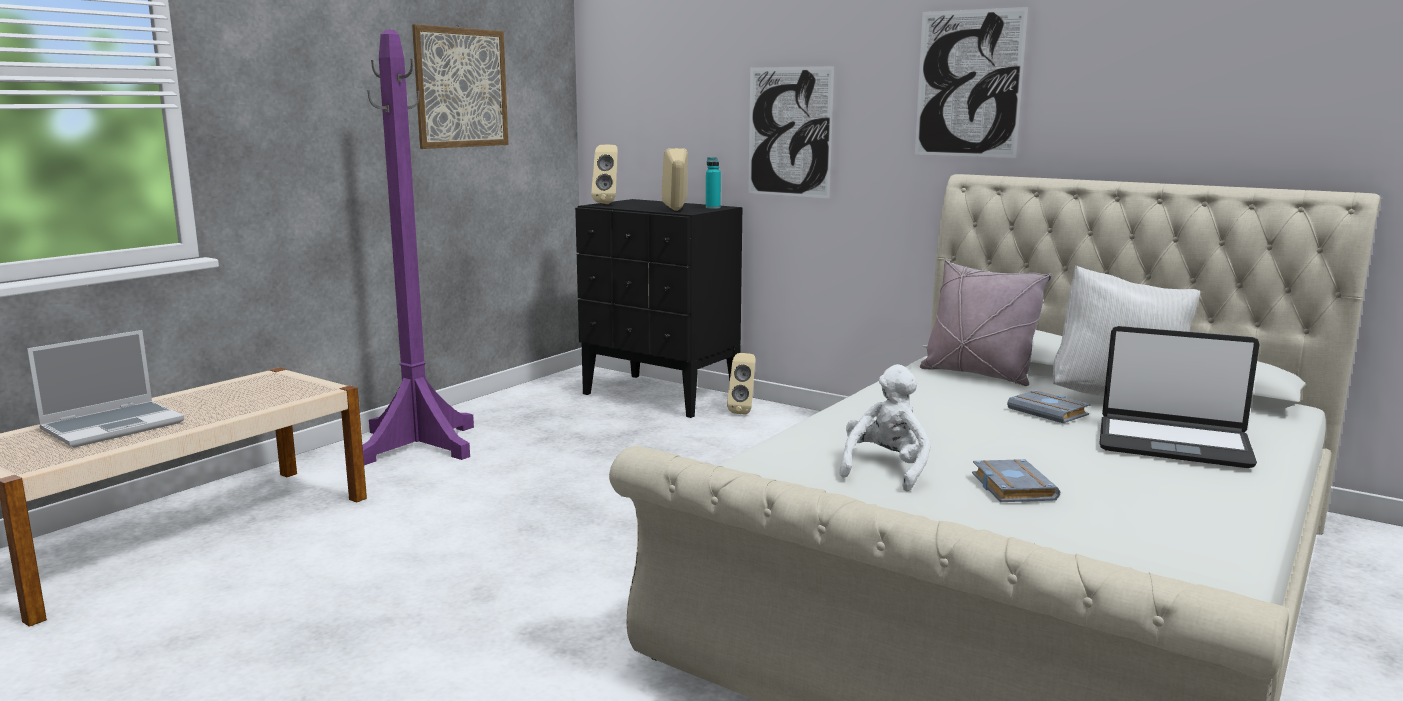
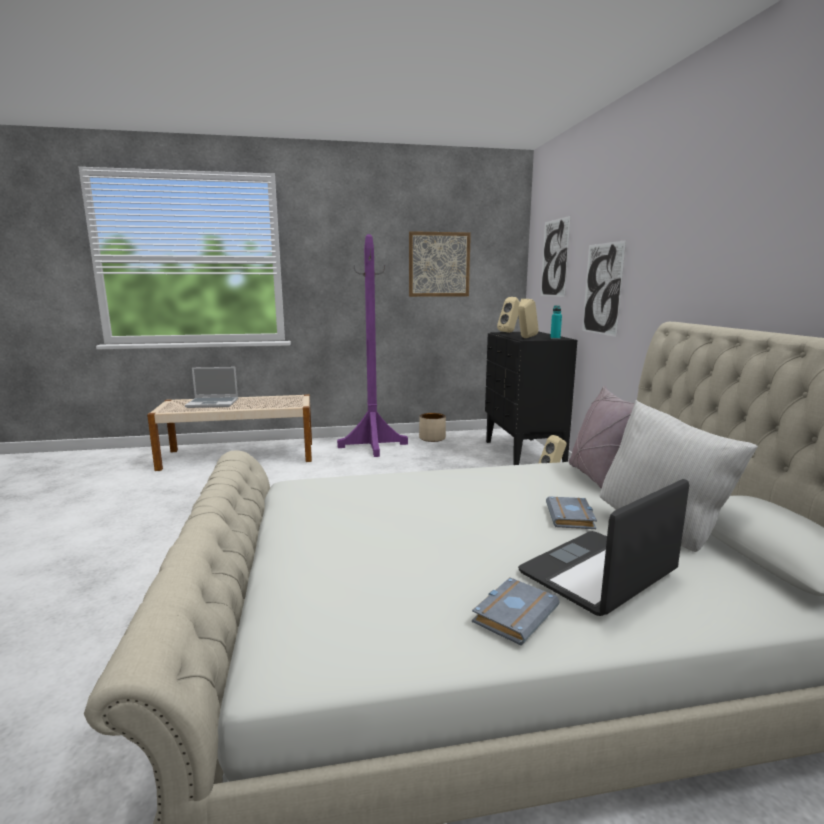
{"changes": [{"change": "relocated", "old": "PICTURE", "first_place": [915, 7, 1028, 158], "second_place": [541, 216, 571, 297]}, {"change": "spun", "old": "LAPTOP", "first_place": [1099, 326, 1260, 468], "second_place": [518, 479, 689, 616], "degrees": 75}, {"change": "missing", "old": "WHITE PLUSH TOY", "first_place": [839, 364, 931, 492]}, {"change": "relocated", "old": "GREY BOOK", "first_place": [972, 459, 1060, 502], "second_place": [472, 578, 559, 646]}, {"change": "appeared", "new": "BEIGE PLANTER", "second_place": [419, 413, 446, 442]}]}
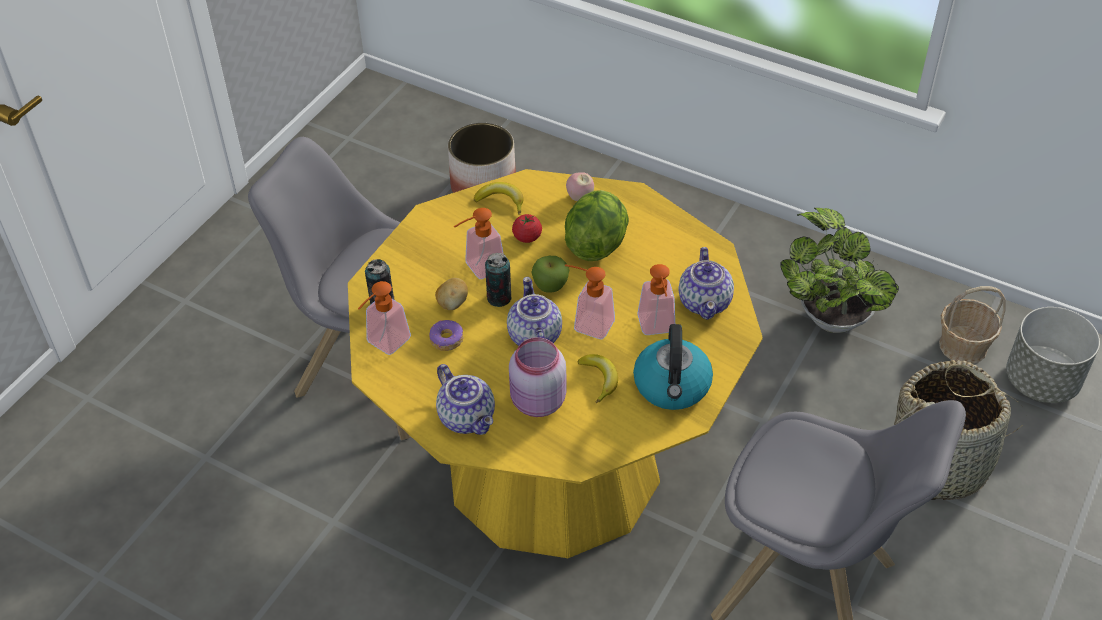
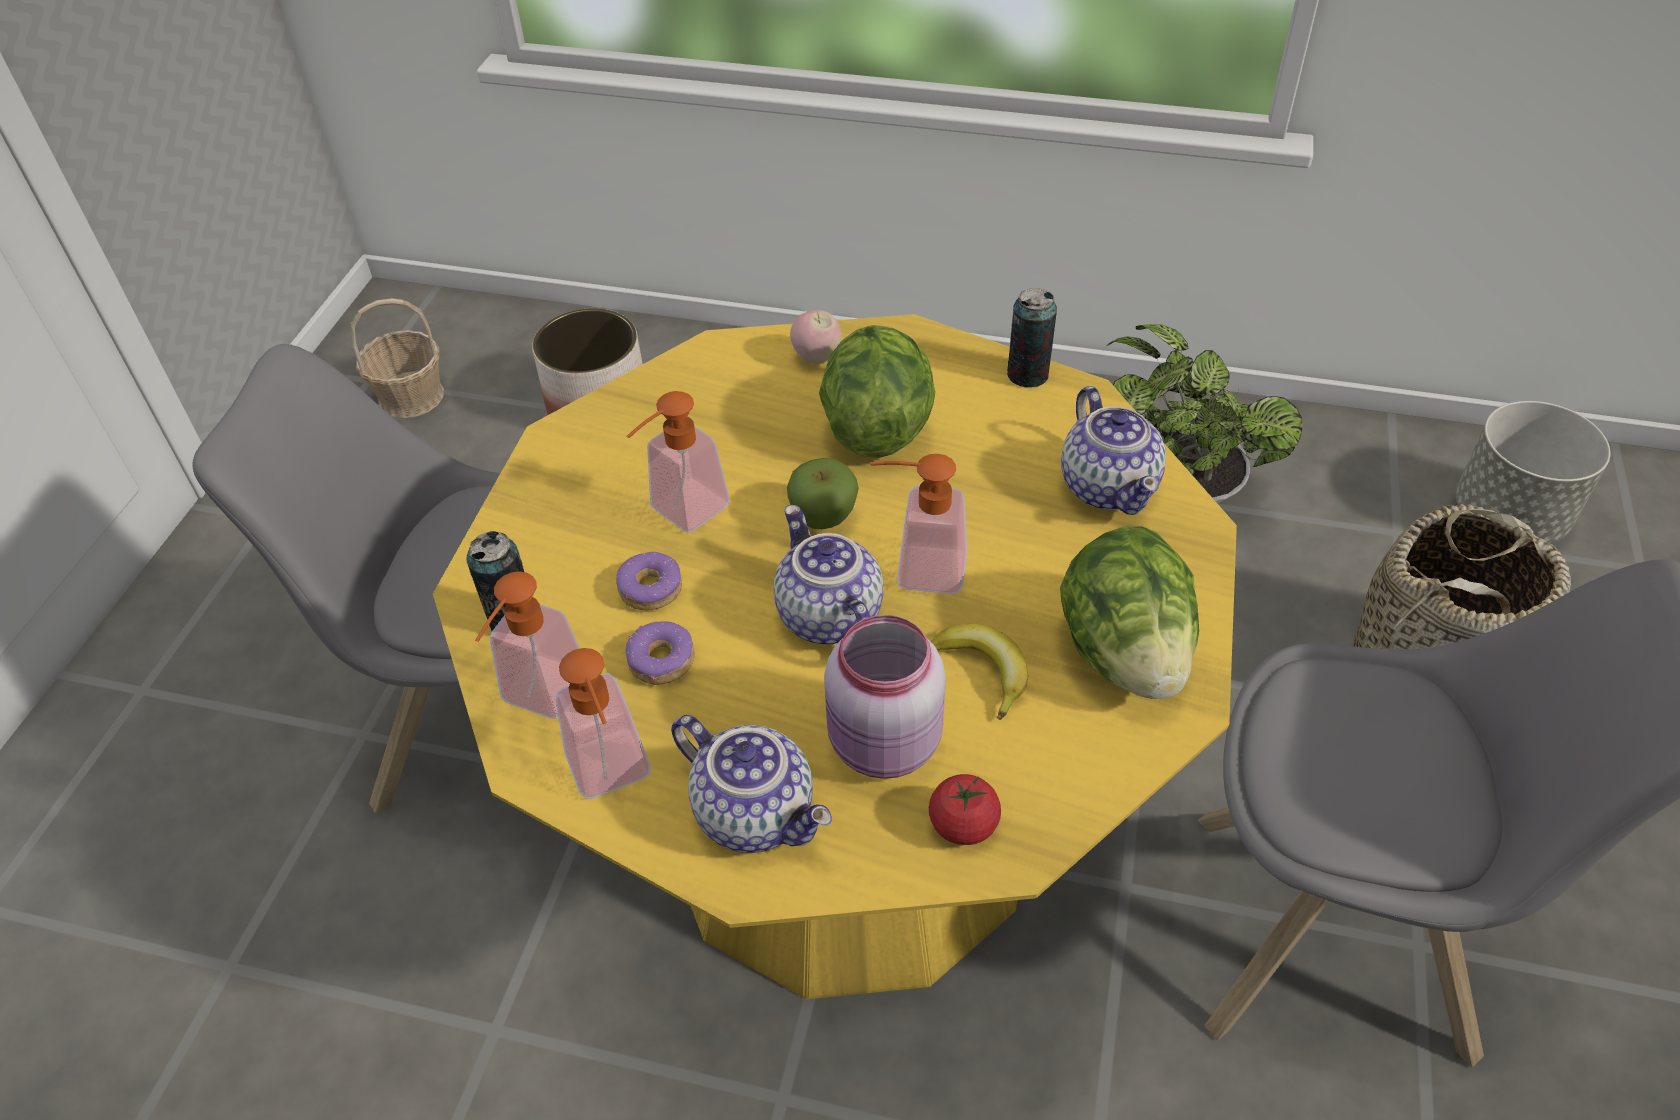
{"changes": [{"change": "missing", "old": "BANANA", "first_place": [474, 182, 524, 215]}, {"change": "relocated", "old": "TOMATO", "first_place": [512, 214, 542, 243], "second_place": [929, 774, 1001, 845]}, {"change": "relocated", "old": "CAN", "first_place": [485, 253, 511, 307], "second_place": [1007, 288, 1057, 387]}, {"change": "relocated", "old": "SOAP DISPENSER", "first_place": [637, 264, 675, 335], "second_place": [556, 648, 650, 799]}, {"change": "exchanged", "old": "POTATO", "new": "DONUT", "first_place": [435, 278, 468, 310], "second_place": [616, 552, 682, 610]}, {"change": "relocated", "old": "BASKET", "first_place": [939, 286, 1006, 364], "second_place": [350, 298, 444, 418]}, {"change": "exchanged", "old": "KETTLE", "new": "LETTUCE", "first_place": [633, 324, 713, 410], "second_place": [1060, 526, 1199, 699]}]}
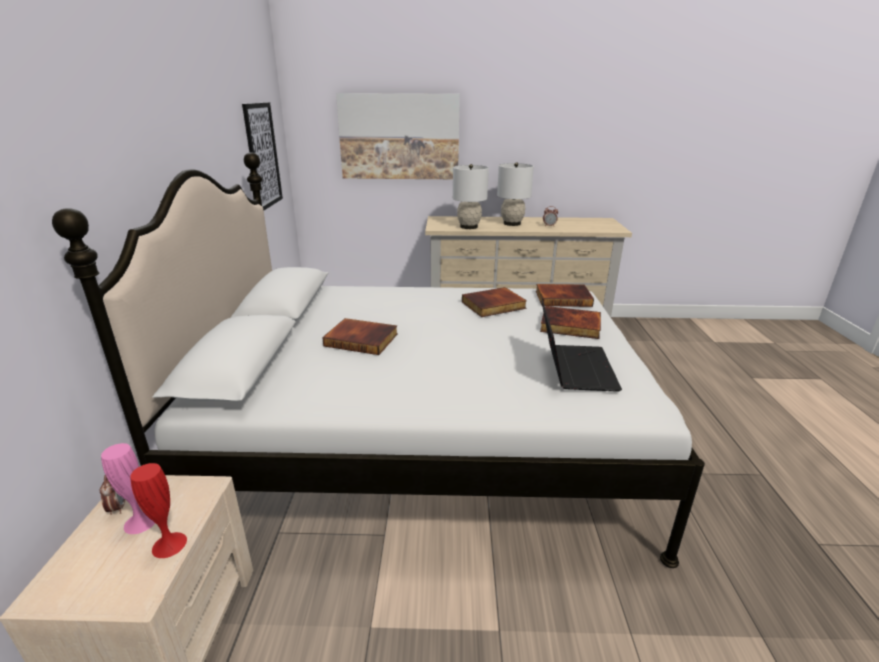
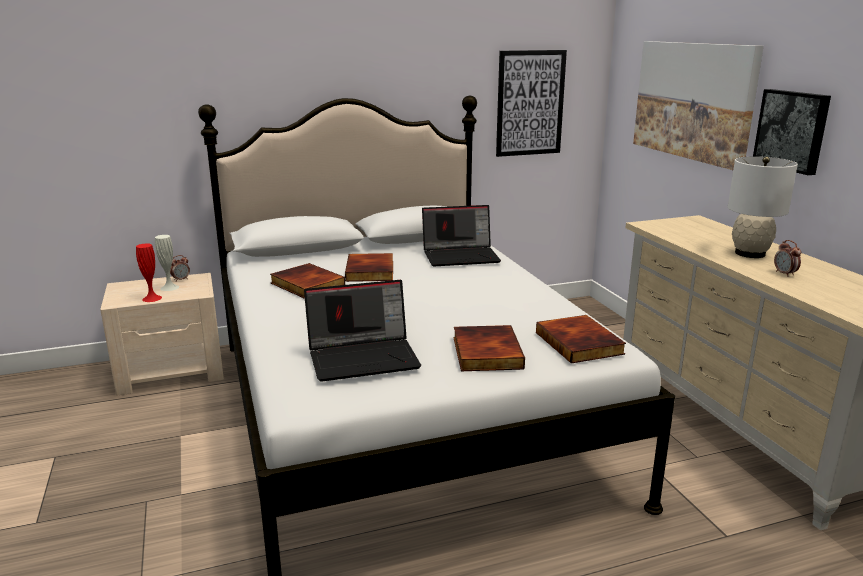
{"changes": [{"change": "missing", "old": "WHITE TABLE LAMP", "first_place": [453, 164, 489, 229]}, {"change": "relocated", "old": "BOOK", "first_place": [462, 287, 527, 317], "second_place": [270, 263, 345, 299]}, {"change": "colour", "old": "PINK VASE", "new": "WHITE VASE", "first_place": [101, 443, 155, 534], "second_place": [155, 235, 179, 291]}, {"change": "appeared", "new": "PICTURE", "second_place": [753, 89, 831, 175]}, {"change": "appeared", "new": "LAPTOP", "second_place": [422, 205, 501, 267]}]}
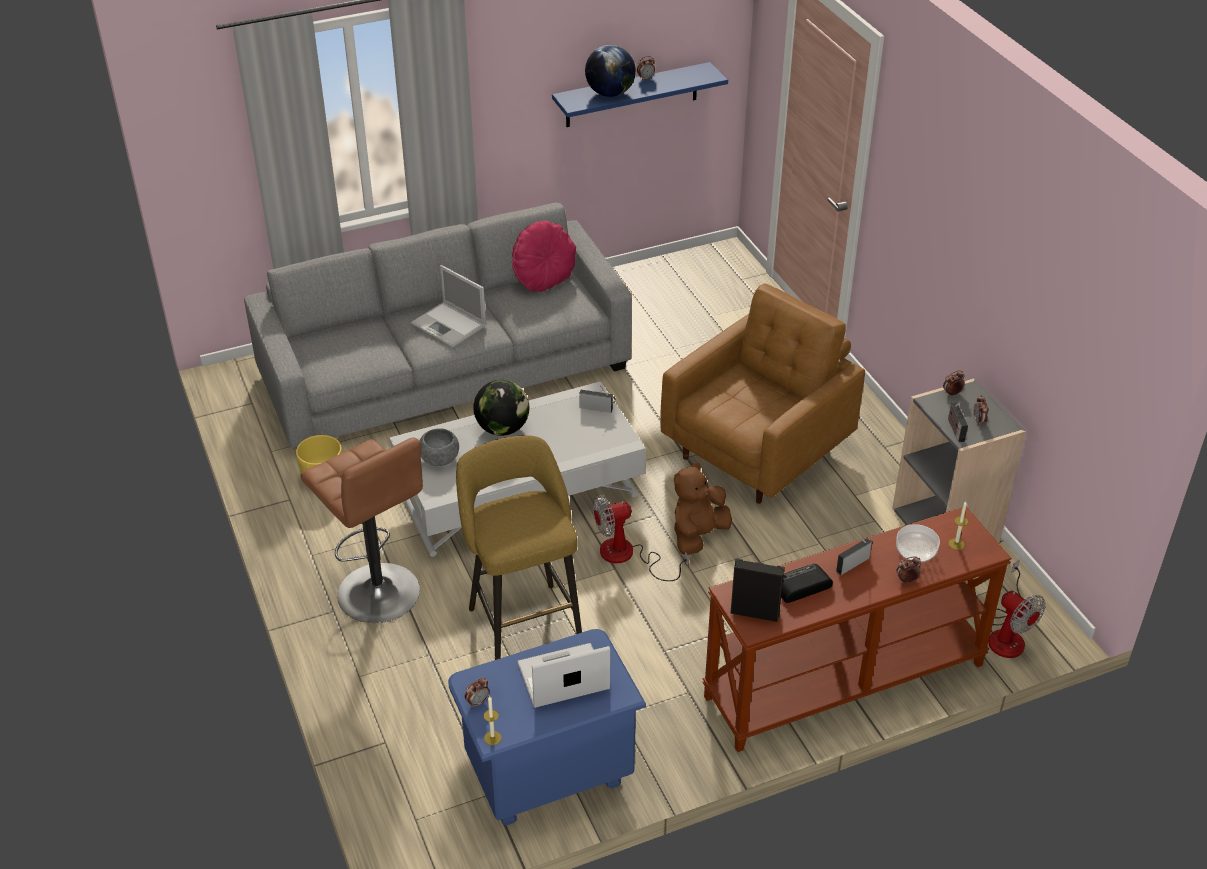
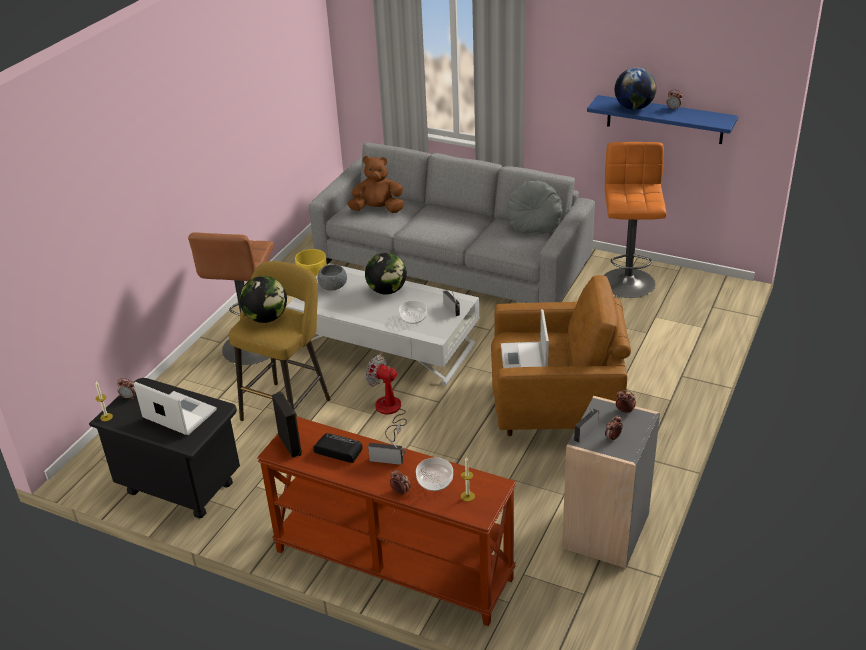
{"changes": [{"change": "colour", "old": "PINK PILLOW", "new": "GREY PILLOW", "first_place": [512, 221, 576, 292], "second_place": [507, 181, 562, 234]}, {"change": "relocated", "old": "LAPTOP", "first_place": [411, 265, 486, 347], "second_place": [501, 309, 549, 368]}, {"change": "relocated", "old": "BROWN PLUSH TOY", "first_place": [674, 462, 732, 555], "second_place": [348, 156, 404, 213]}, {"change": "missing", "old": "FAN", "first_place": [988, 560, 1045, 658]}, {"change": "colour", "old": "BLUE NIGHTSTAND", "new": "BLACK NIGHTSTAND", "first_place": [448, 629, 646, 825], "second_place": [89, 378, 240, 519]}, {"change": "appeared", "new": "ORANGE STOOL", "second_place": [603, 142, 666, 298]}, {"change": "appeared", "new": "GLOBE", "second_place": [240, 276, 287, 323]}, {"change": "appeared", "new": "BOWL", "second_place": [399, 301, 427, 324]}]}
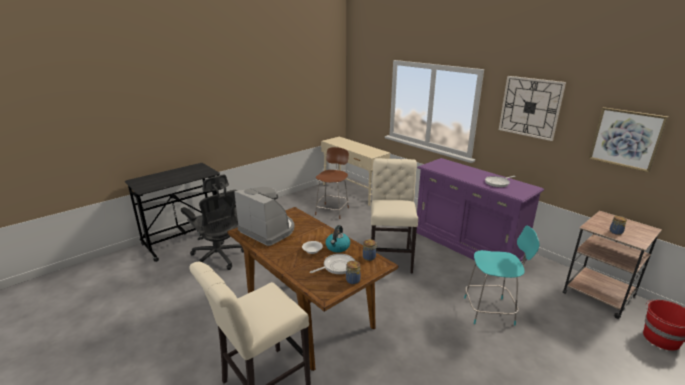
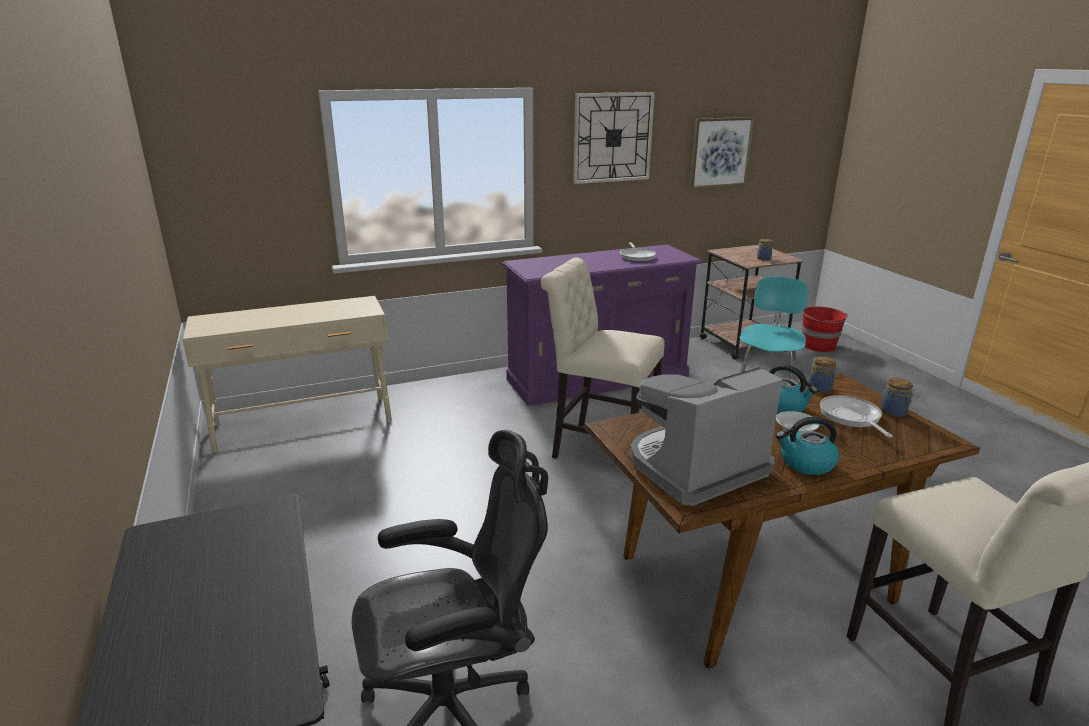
{"changes": [{"change": "missing", "old": "BROWN CHAIR", "first_place": [315, 147, 349, 219]}, {"change": "appeared", "new": "KETTLE", "second_place": [776, 416, 839, 475]}]}
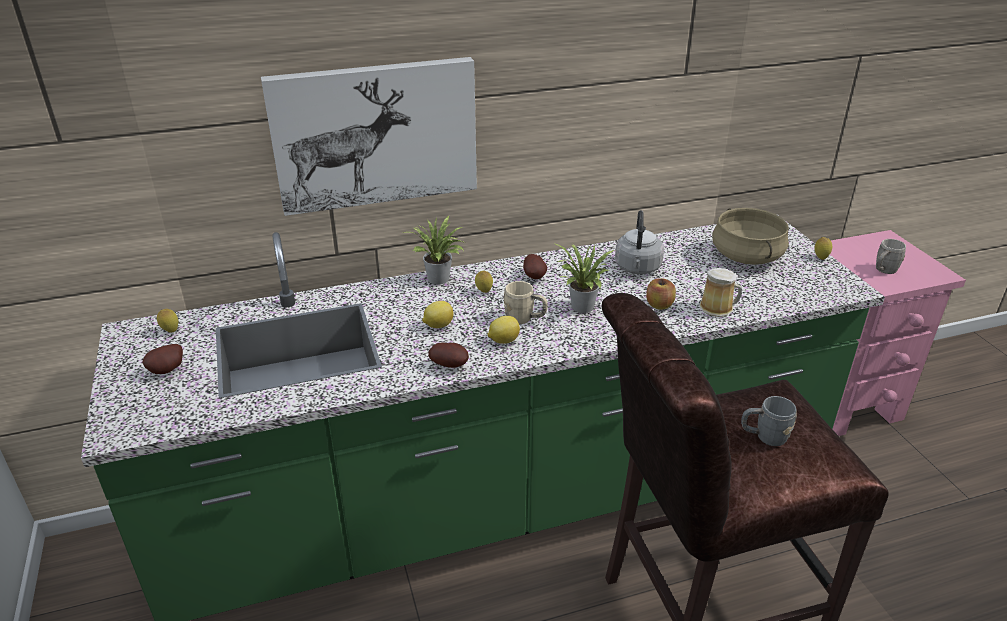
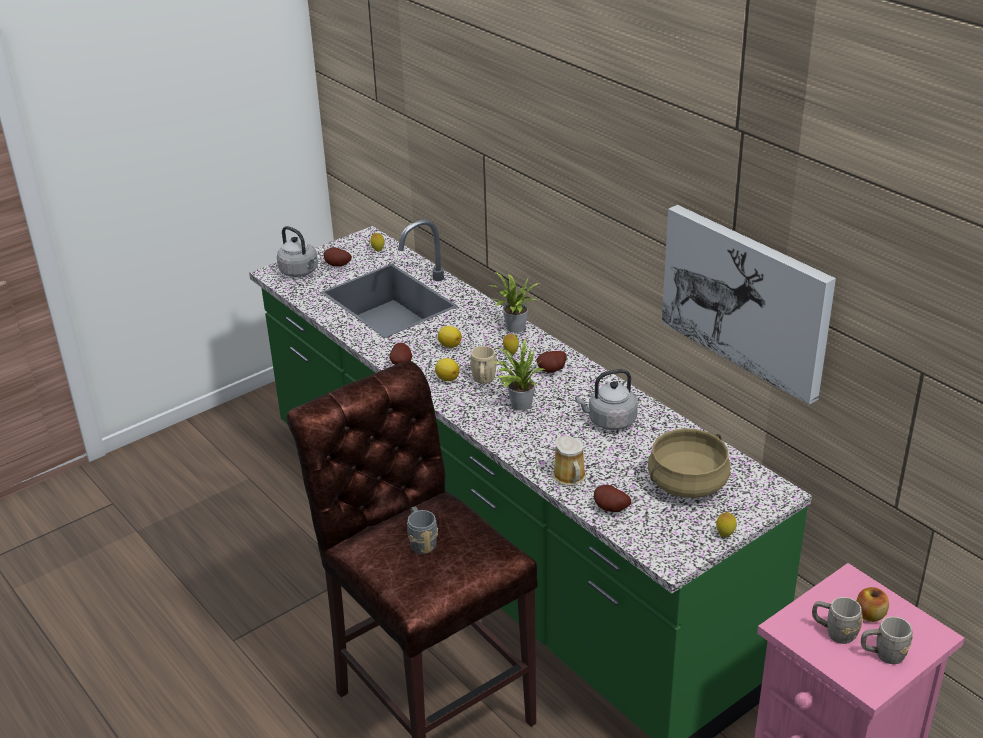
{"changes": [{"change": "relocated", "old": "PICTURE", "first_place": [261, 57, 477, 216], "second_place": [662, 205, 836, 405]}, {"change": "relocated", "old": "APPLE", "first_place": [646, 278, 676, 310], "second_place": [856, 587, 889, 622]}, {"change": "appeared", "new": "GREY KETTLE", "second_place": [277, 226, 318, 277]}, {"change": "appeared", "new": "POTATO", "second_place": [594, 485, 631, 512]}, {"change": "appeared", "new": "GREY MUG", "second_place": [861, 616, 913, 664]}]}
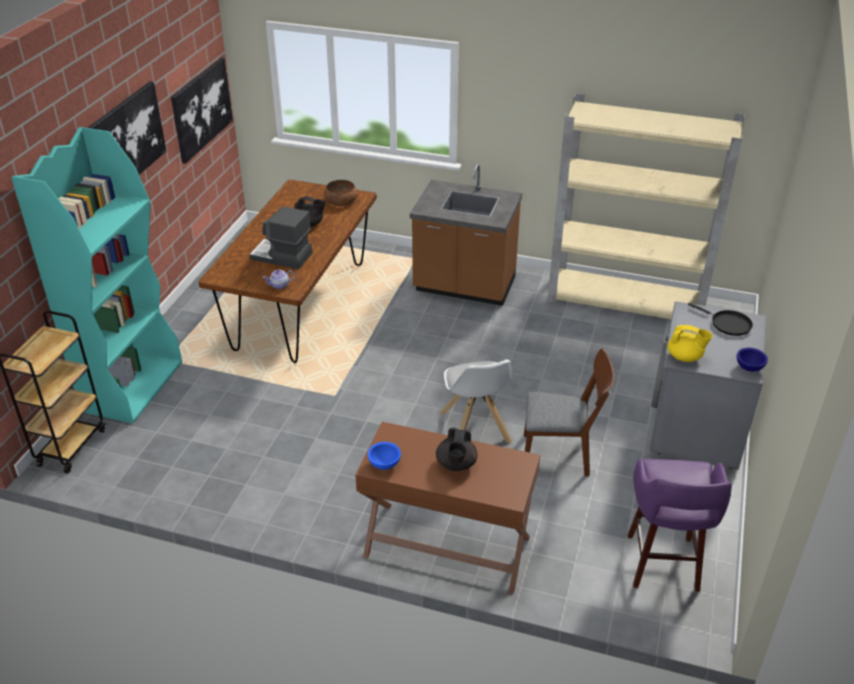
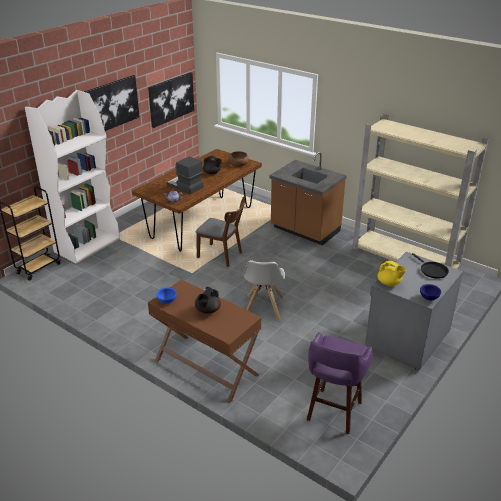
{"changes": [{"change": "colour", "old": "TURQUOISE BOOKCASE", "new": "WHITE BOOKCASE", "first_place": [11, 127, 182, 424], "second_place": [25, 90, 120, 263]}, {"change": "relocated", "old": "BROWN CHAIR", "first_place": [524, 348, 615, 477], "second_place": [196, 197, 246, 267]}]}
